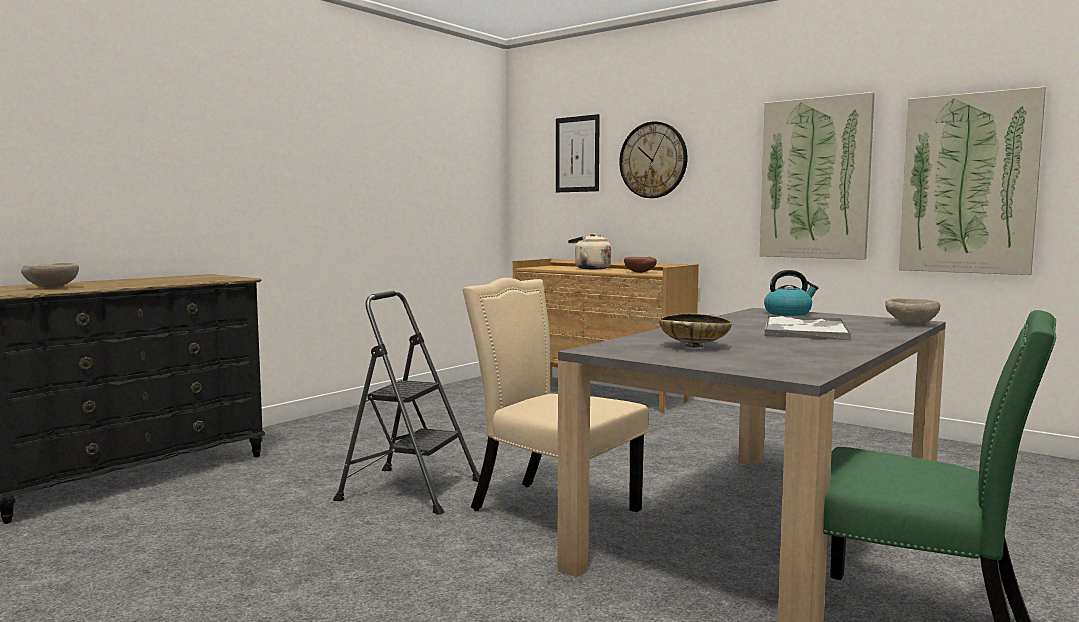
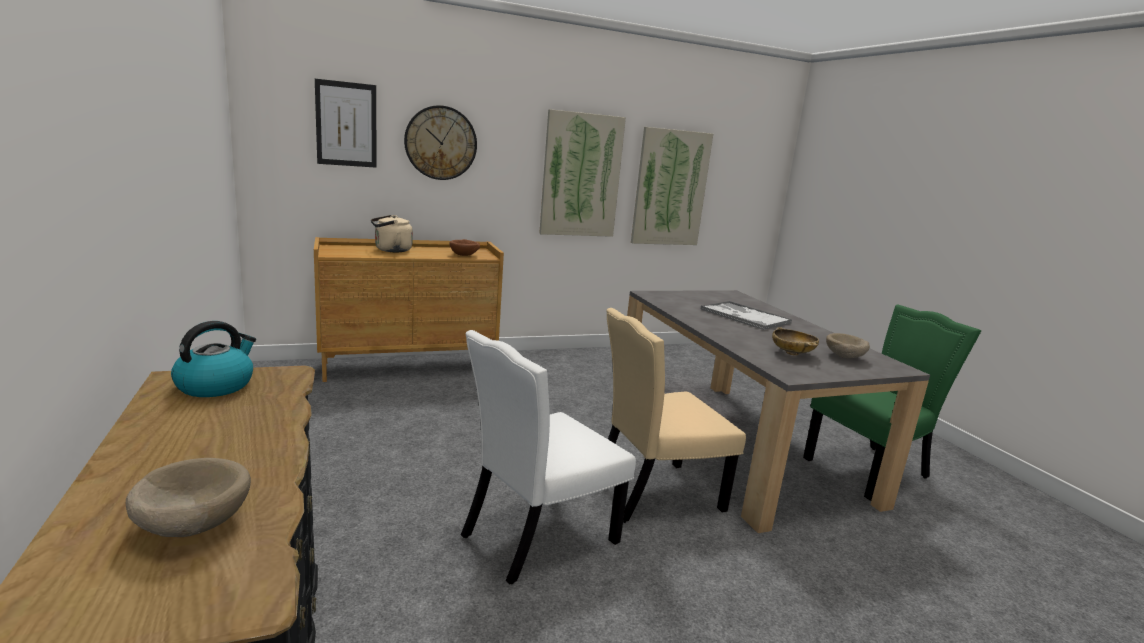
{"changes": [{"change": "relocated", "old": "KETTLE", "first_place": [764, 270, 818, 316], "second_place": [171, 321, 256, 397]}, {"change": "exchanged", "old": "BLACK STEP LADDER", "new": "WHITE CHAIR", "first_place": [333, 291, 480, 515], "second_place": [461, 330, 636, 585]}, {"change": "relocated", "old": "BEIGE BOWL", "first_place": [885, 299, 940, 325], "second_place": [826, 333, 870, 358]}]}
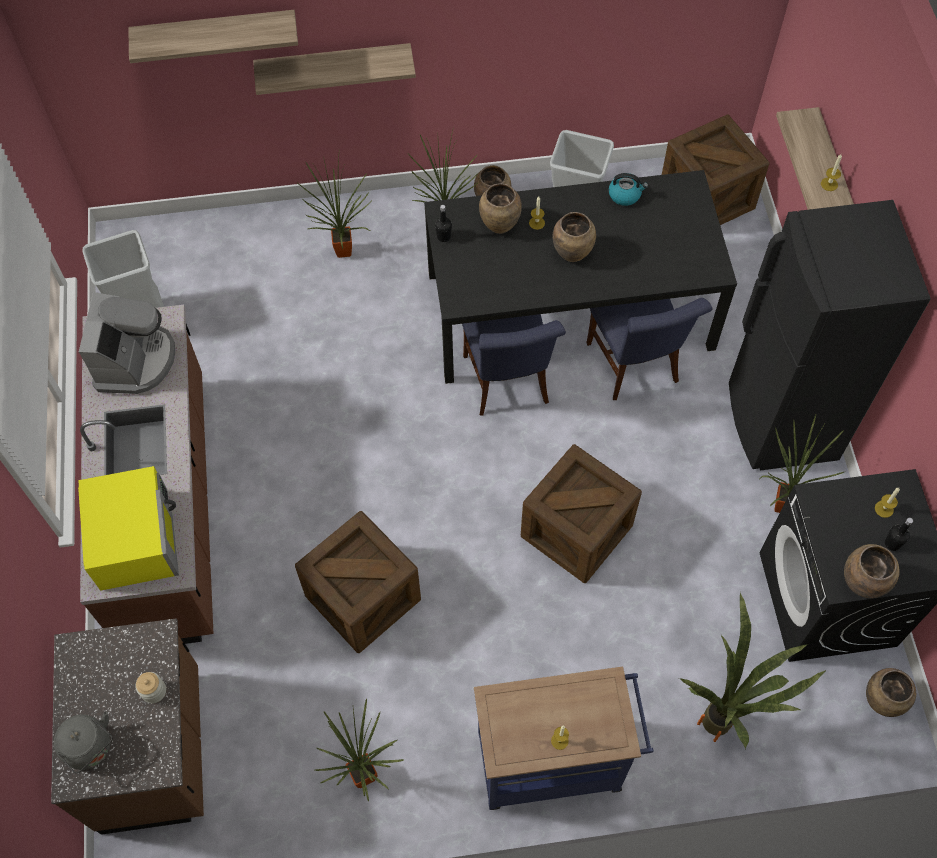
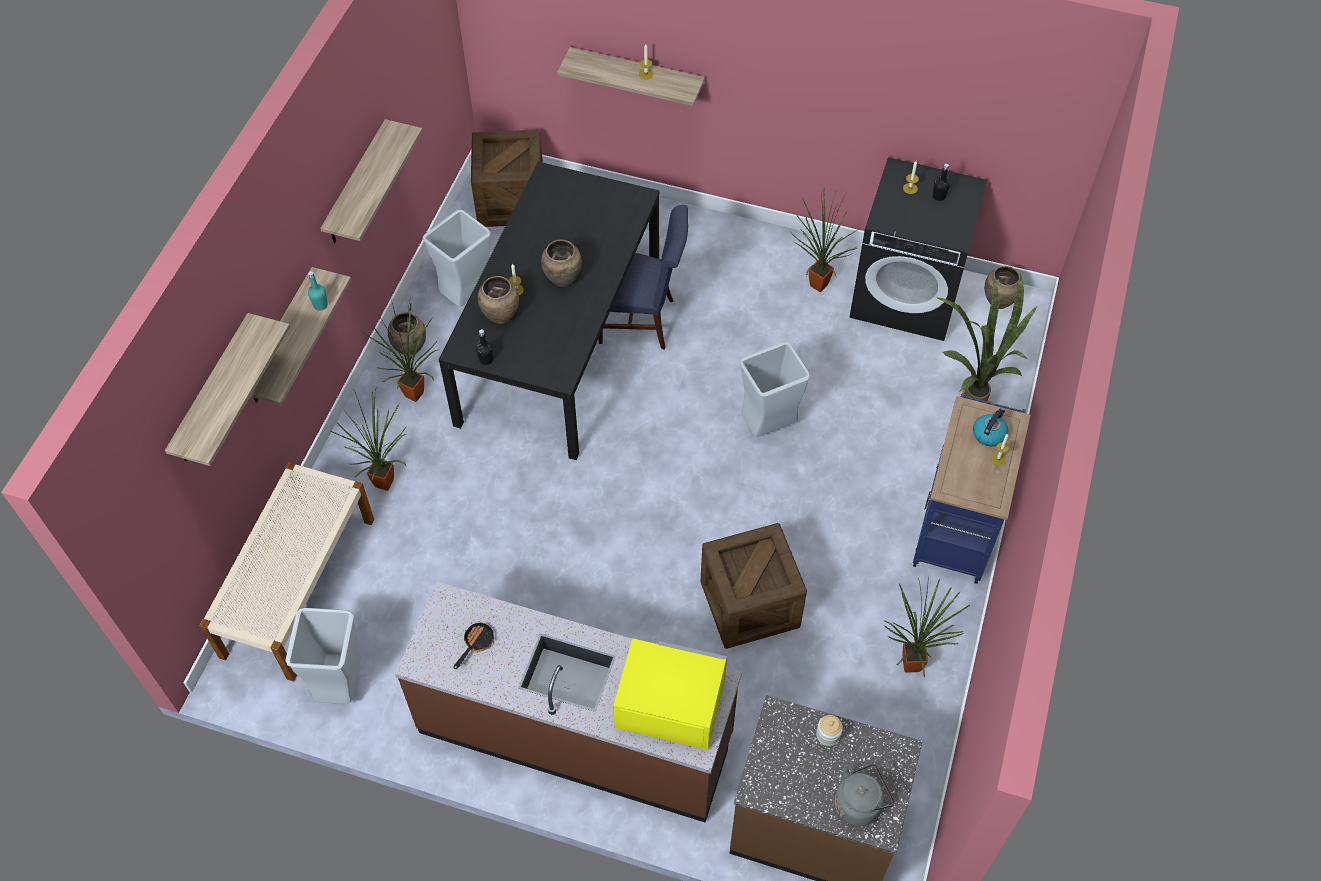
{"changes": [{"change": "relocated", "old": "KETTLE", "first_place": [609, 173, 648, 206], "second_place": [973, 408, 1008, 446]}, {"change": "missing", "old": "BLACK FRIDGE", "first_place": [729, 200, 931, 471]}, {"change": "exchanged", "old": "COFFEE MACHINE", "new": "FRYING PAN", "first_place": [79, 292, 175, 394], "second_place": [454, 621, 494, 669]}, {"change": "missing", "old": "BLUE CHAIR", "first_place": [462, 314, 566, 416]}, {"change": "exchanged", "old": "CRATE", "new": "GREY TRASH CAN", "first_place": [521, 444, 642, 583], "second_place": [740, 342, 810, 437]}, {"change": "missing", "old": "BROWN VASE", "first_place": [844, 544, 900, 598]}, {"change": "appeared", "new": "SHELF", "second_place": [320, 119, 423, 243]}, {"change": "appeared", "new": "TURQUOISE BOTTLE", "second_place": [308, 271, 328, 311]}, {"change": "appeared", "new": "BEIGE BENCH", "second_place": [200, 462, 374, 682]}]}
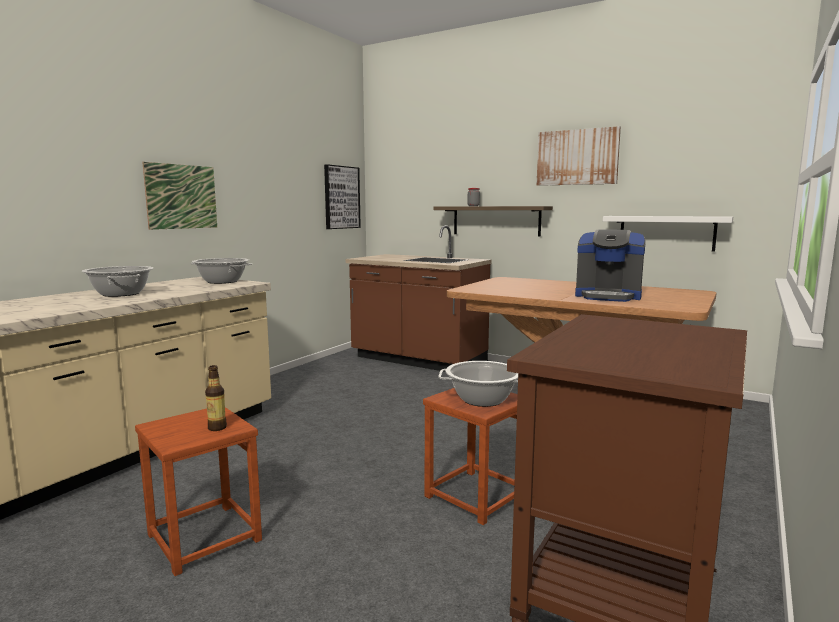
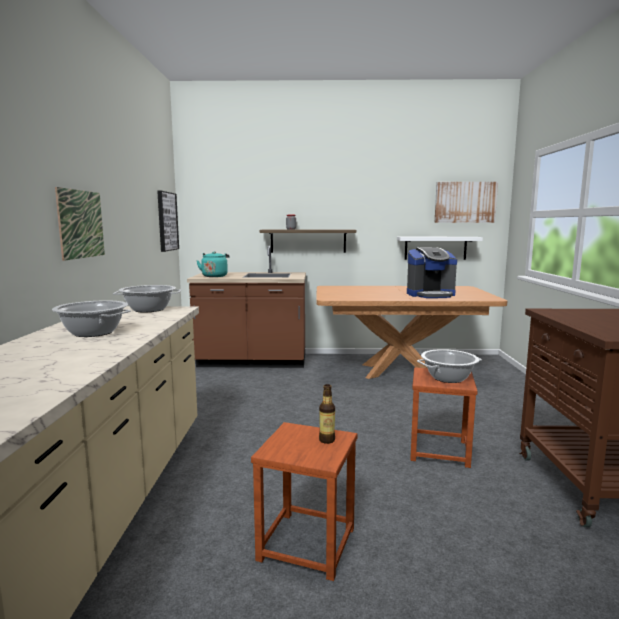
{"changes": [{"change": "relocated", "old": "PICTURE", "first_place": [537, 126, 621, 186], "second_place": [435, 182, 498, 223]}, {"change": "appeared", "new": "TURQUOISE KETTLE", "second_place": [196, 252, 230, 277]}]}
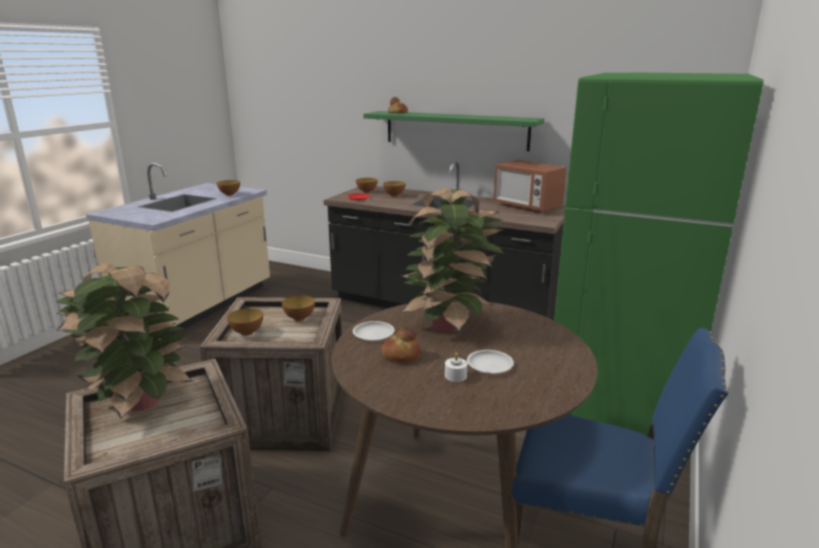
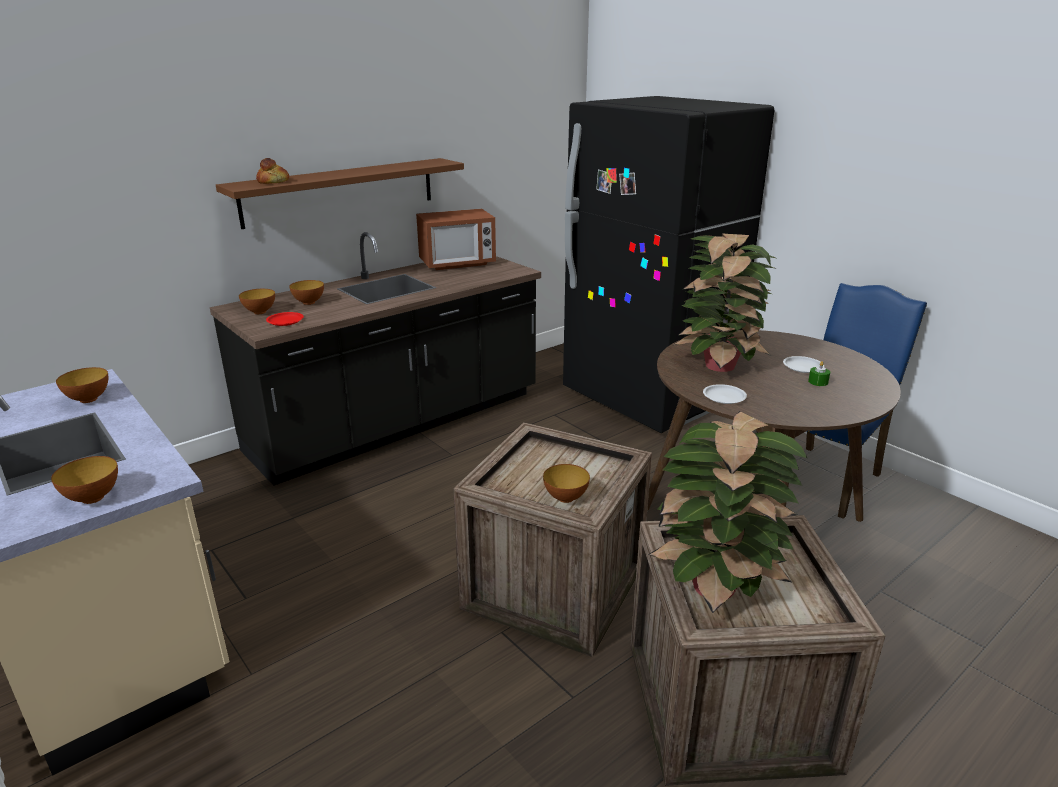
{"changes": [{"change": "colour", "old": "GREEN FRIDGE", "new": "BLACK FRIDGE", "first_place": [554, 72, 764, 436], "second_place": [563, 96, 774, 433]}, {"change": "colour", "old": "GREEN SHELF", "new": "BROWN SHELF", "first_place": [363, 111, 544, 151], "second_place": [216, 158, 464, 229]}, {"change": "relocated", "old": "BOWL", "first_place": [282, 295, 315, 321], "second_place": [51, 456, 118, 504]}, {"change": "missing", "old": "BREAD", "first_place": [382, 327, 421, 363]}, {"change": "colour", "old": "WHITE CANDLE", "new": "GREEN CANDLE", "first_place": [445, 352, 467, 382], "second_place": [808, 361, 830, 386]}]}
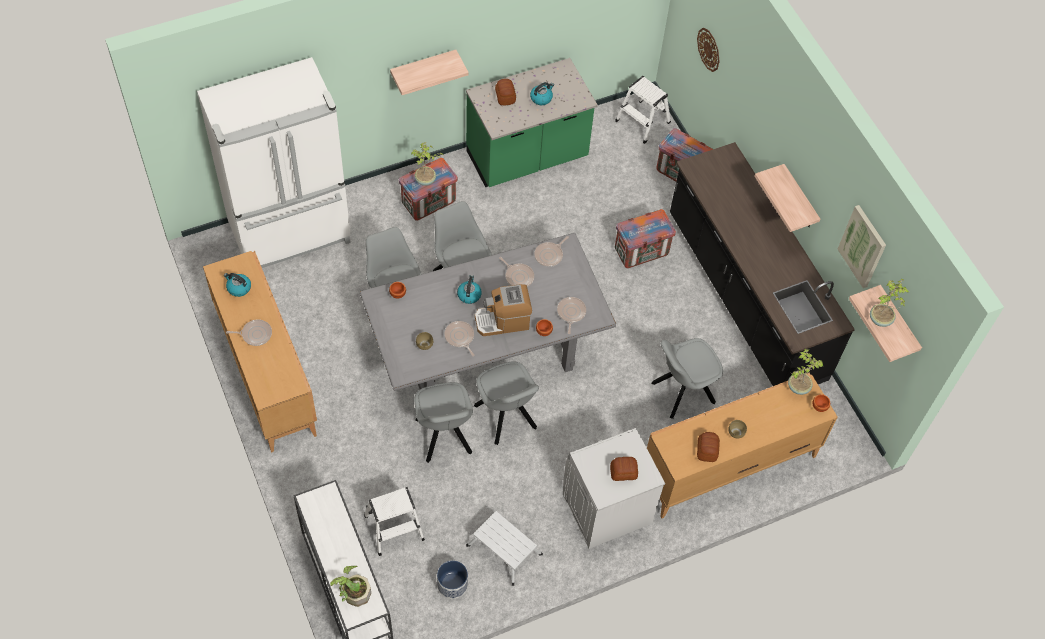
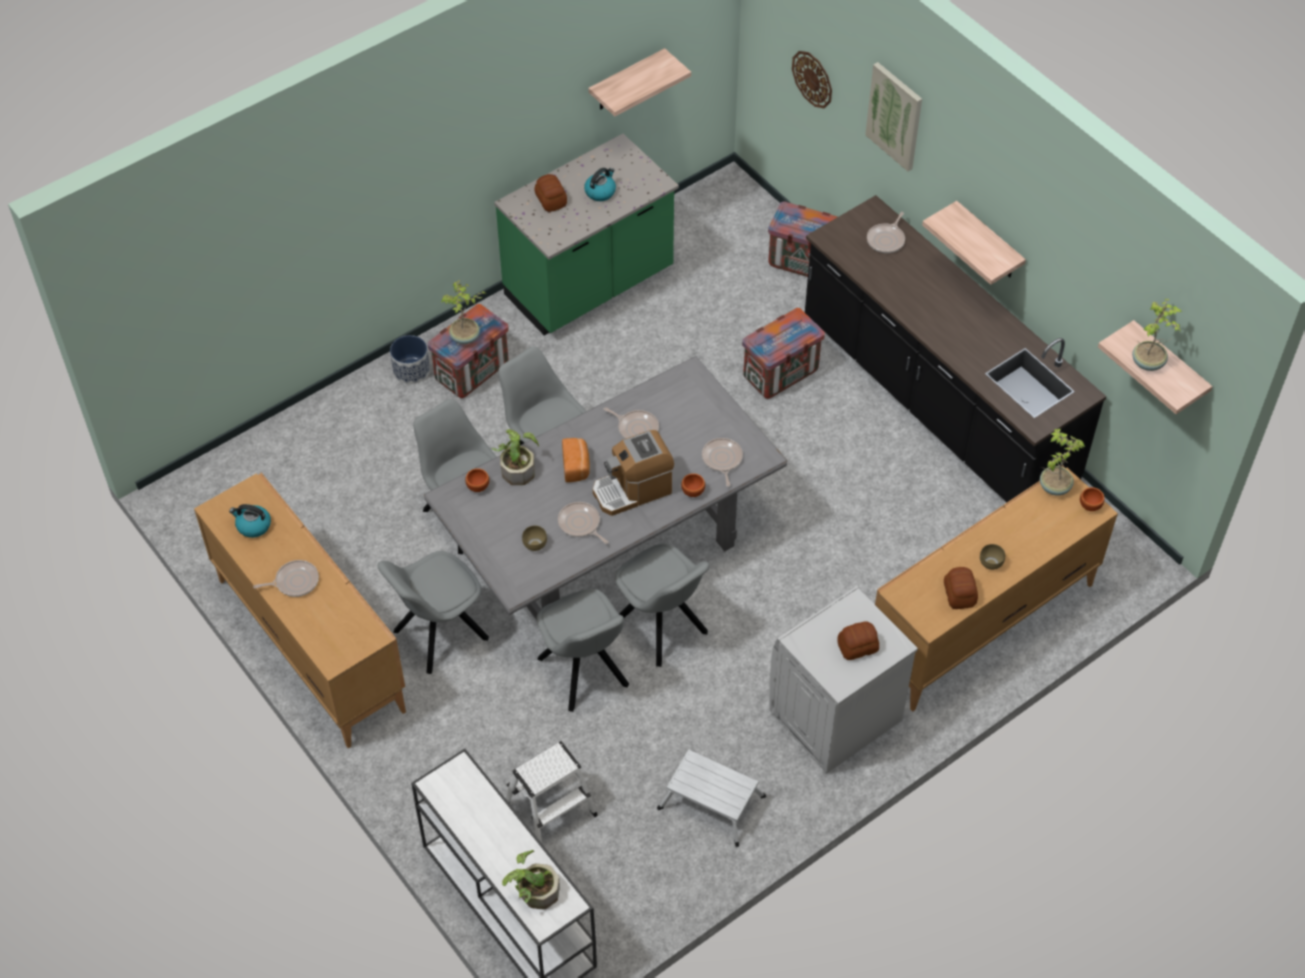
{"changes": [{"change": "relocated", "old": "SHELF", "first_place": [390, 50, 468, 95], "second_place": [589, 48, 691, 117]}, {"change": "missing", "old": "WHITE FRIDGE", "first_place": [197, 57, 351, 268]}, {"change": "missing", "old": "WHITE STEP LADDER", "first_place": [615, 76, 671, 144]}, {"change": "relocated", "old": "PICTURE", "first_place": [838, 205, 886, 288], "second_place": [865, 62, 922, 171]}, {"change": "relocated", "old": "FRYING PAN", "first_place": [534, 236, 569, 267], "second_place": [867, 212, 905, 253]}, {"change": "exchanged", "old": "KETTLE", "new": "BREAD", "first_place": [457, 275, 482, 304], "second_place": [562, 438, 590, 482]}, {"change": "relocated", "old": "GREY CHAIR", "first_place": [651, 338, 723, 419], "second_place": [377, 551, 489, 674]}, {"change": "relocated", "old": "PLANTER", "first_place": [437, 560, 468, 599], "second_place": [390, 335, 430, 384]}, {"change": "appeared", "new": "POTTED PLANT", "second_place": [491, 429, 539, 485]}]}
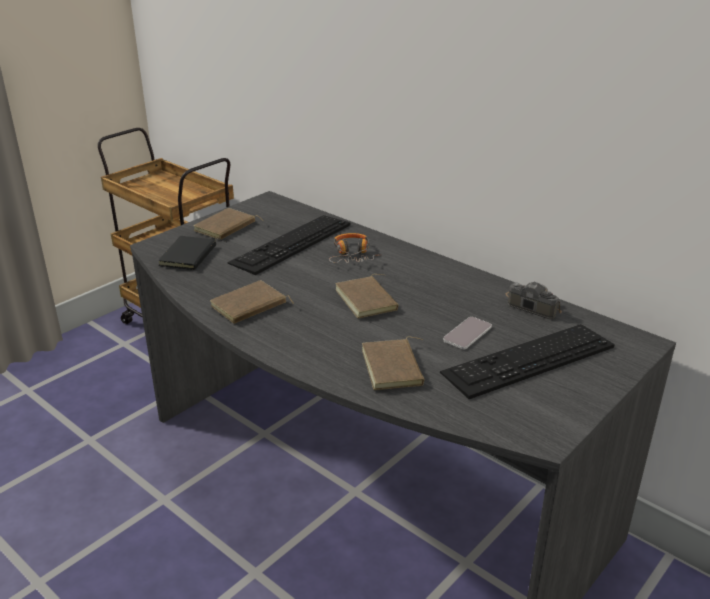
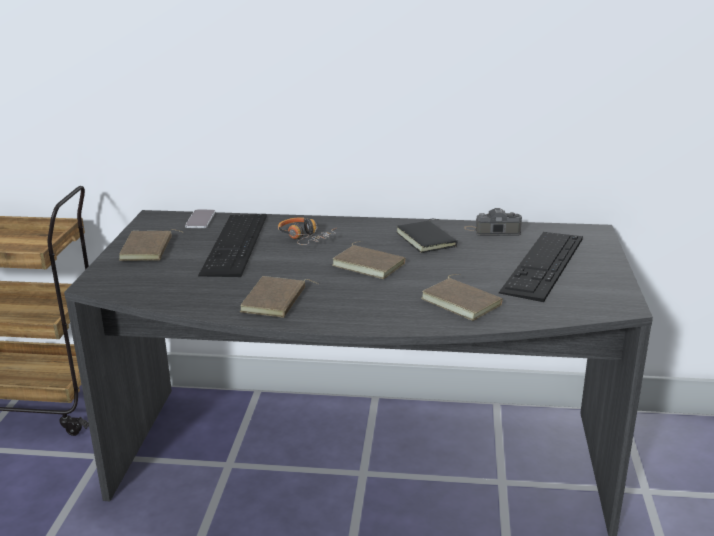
{"changes": [{"change": "relocated", "old": "BLACK BOOK", "first_place": [158, 236, 227, 270], "second_place": [397, 219, 458, 253]}, {"change": "relocated", "old": "PHONE", "first_place": [443, 317, 492, 350], "second_place": [185, 209, 215, 228]}]}
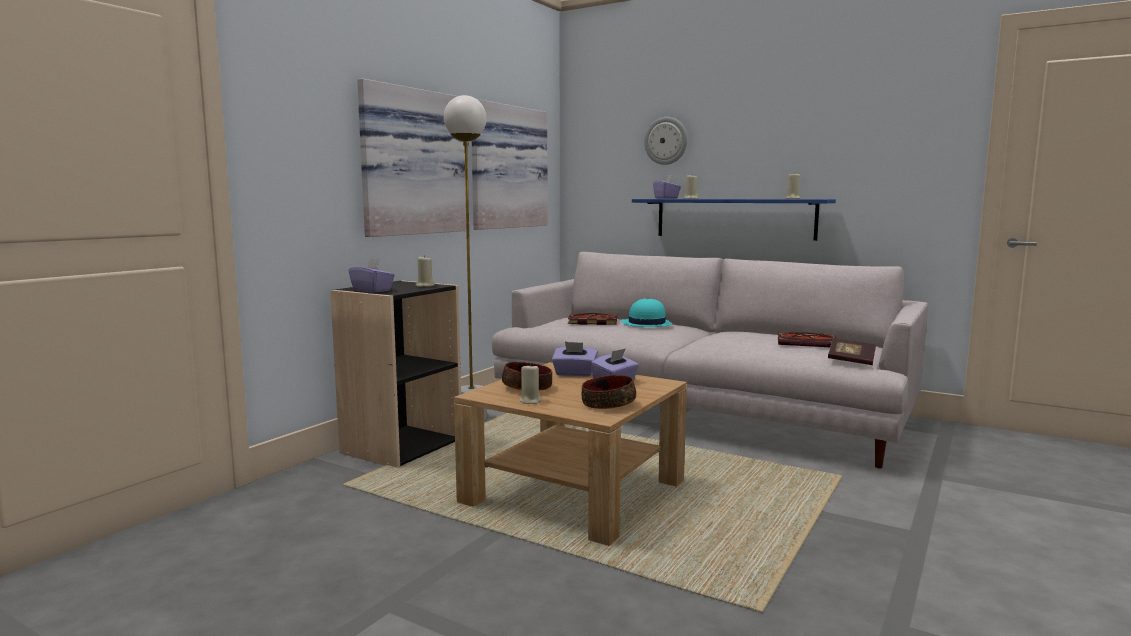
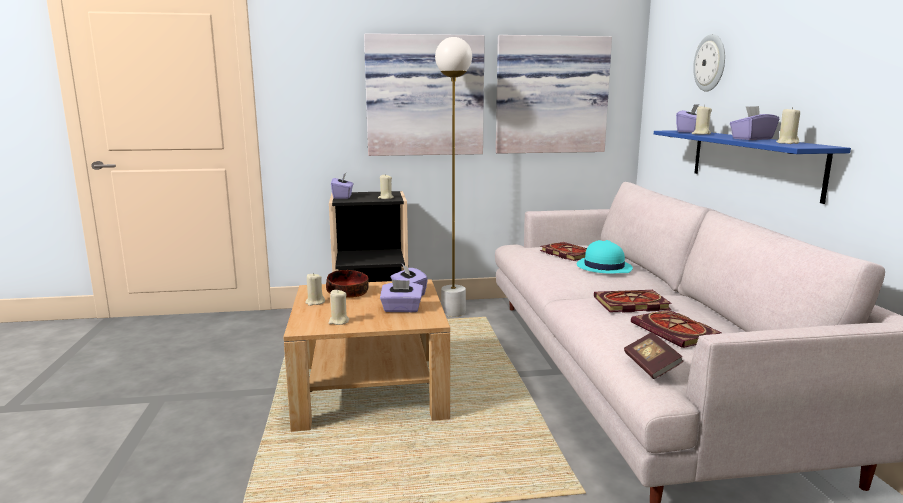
{"changes": [{"change": "exchanged", "old": "BOWL", "new": "BEIGE CANDLE", "first_place": [582, 375, 636, 409], "second_place": [328, 289, 349, 325]}, {"change": "appeared", "new": "PURPLE TISSUE BOX", "second_place": [730, 106, 779, 140]}, {"change": "appeared", "new": "BOOK", "second_place": [594, 290, 672, 313]}]}
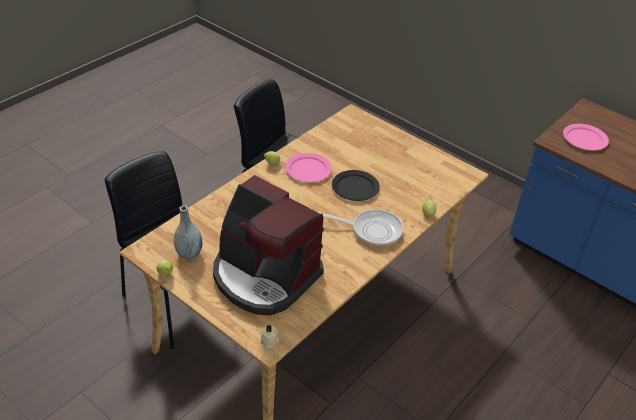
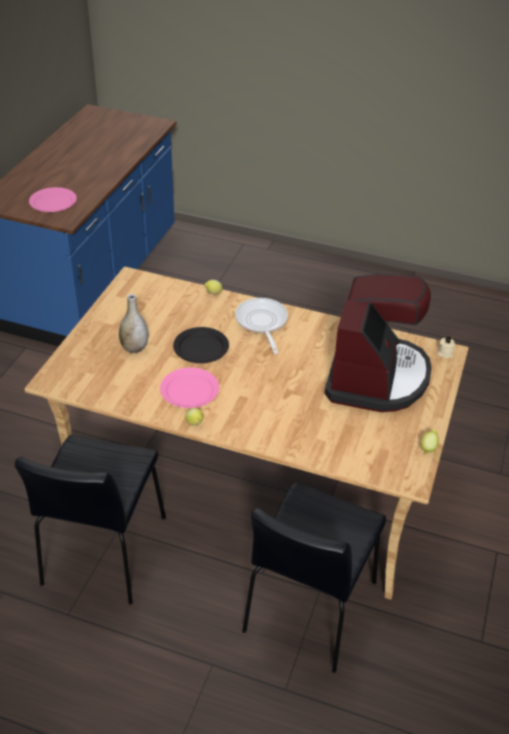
{"changes": [{"change": "relocated", "old": "GREY VASE", "first_place": [174, 205, 202, 259], "second_place": [119, 294, 148, 353]}]}
